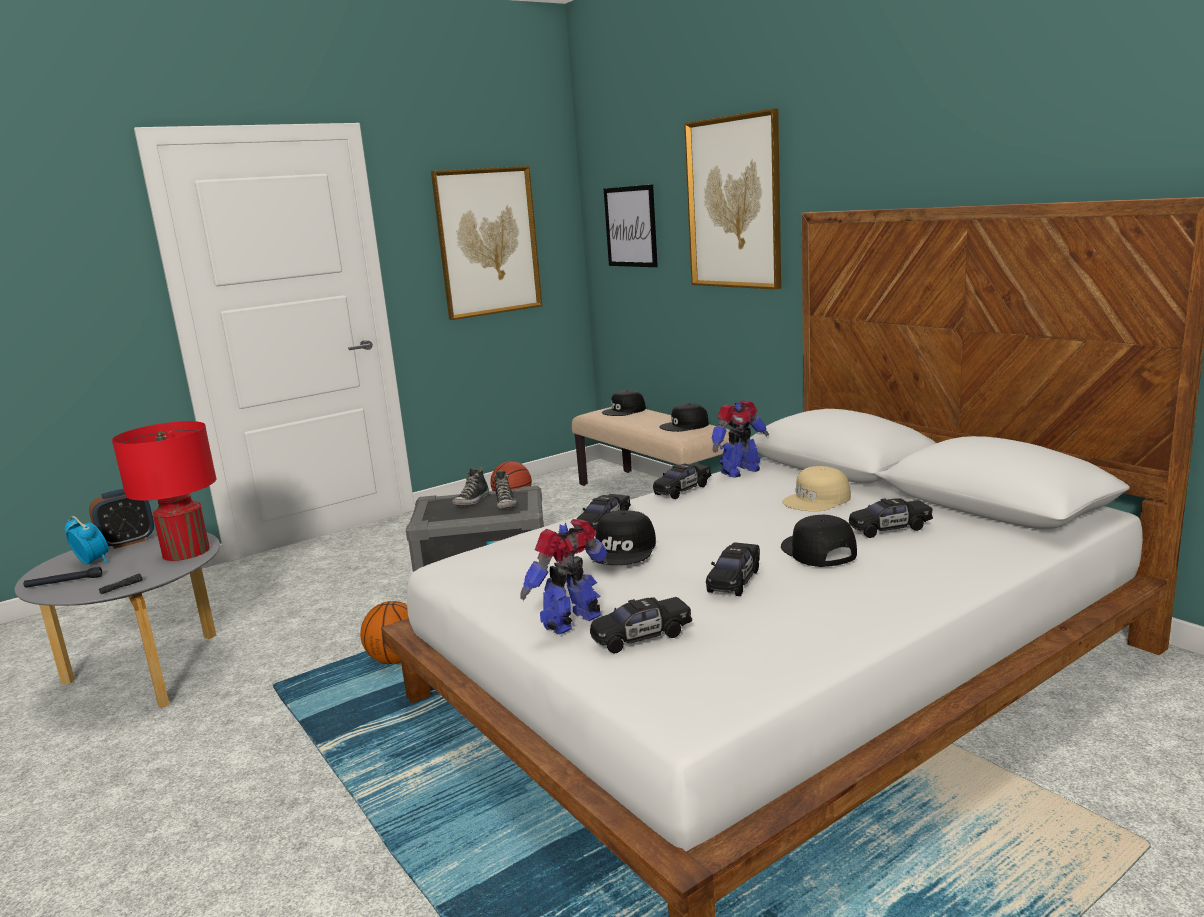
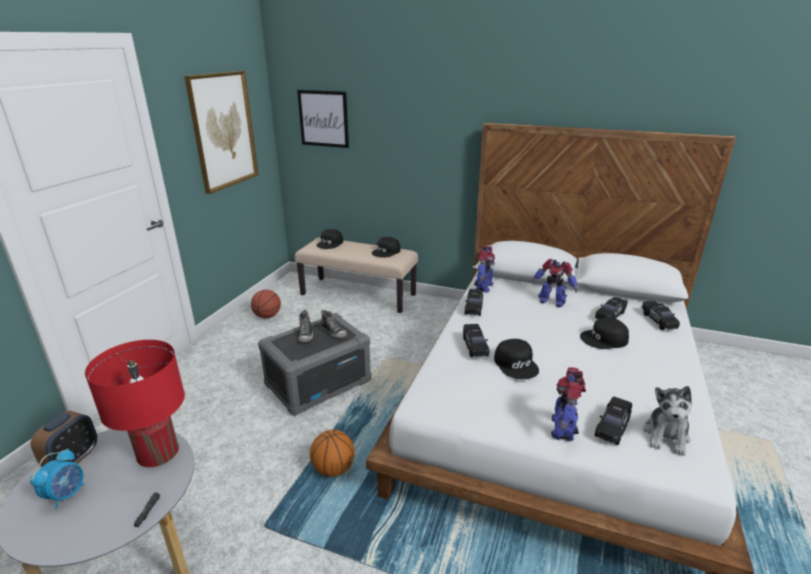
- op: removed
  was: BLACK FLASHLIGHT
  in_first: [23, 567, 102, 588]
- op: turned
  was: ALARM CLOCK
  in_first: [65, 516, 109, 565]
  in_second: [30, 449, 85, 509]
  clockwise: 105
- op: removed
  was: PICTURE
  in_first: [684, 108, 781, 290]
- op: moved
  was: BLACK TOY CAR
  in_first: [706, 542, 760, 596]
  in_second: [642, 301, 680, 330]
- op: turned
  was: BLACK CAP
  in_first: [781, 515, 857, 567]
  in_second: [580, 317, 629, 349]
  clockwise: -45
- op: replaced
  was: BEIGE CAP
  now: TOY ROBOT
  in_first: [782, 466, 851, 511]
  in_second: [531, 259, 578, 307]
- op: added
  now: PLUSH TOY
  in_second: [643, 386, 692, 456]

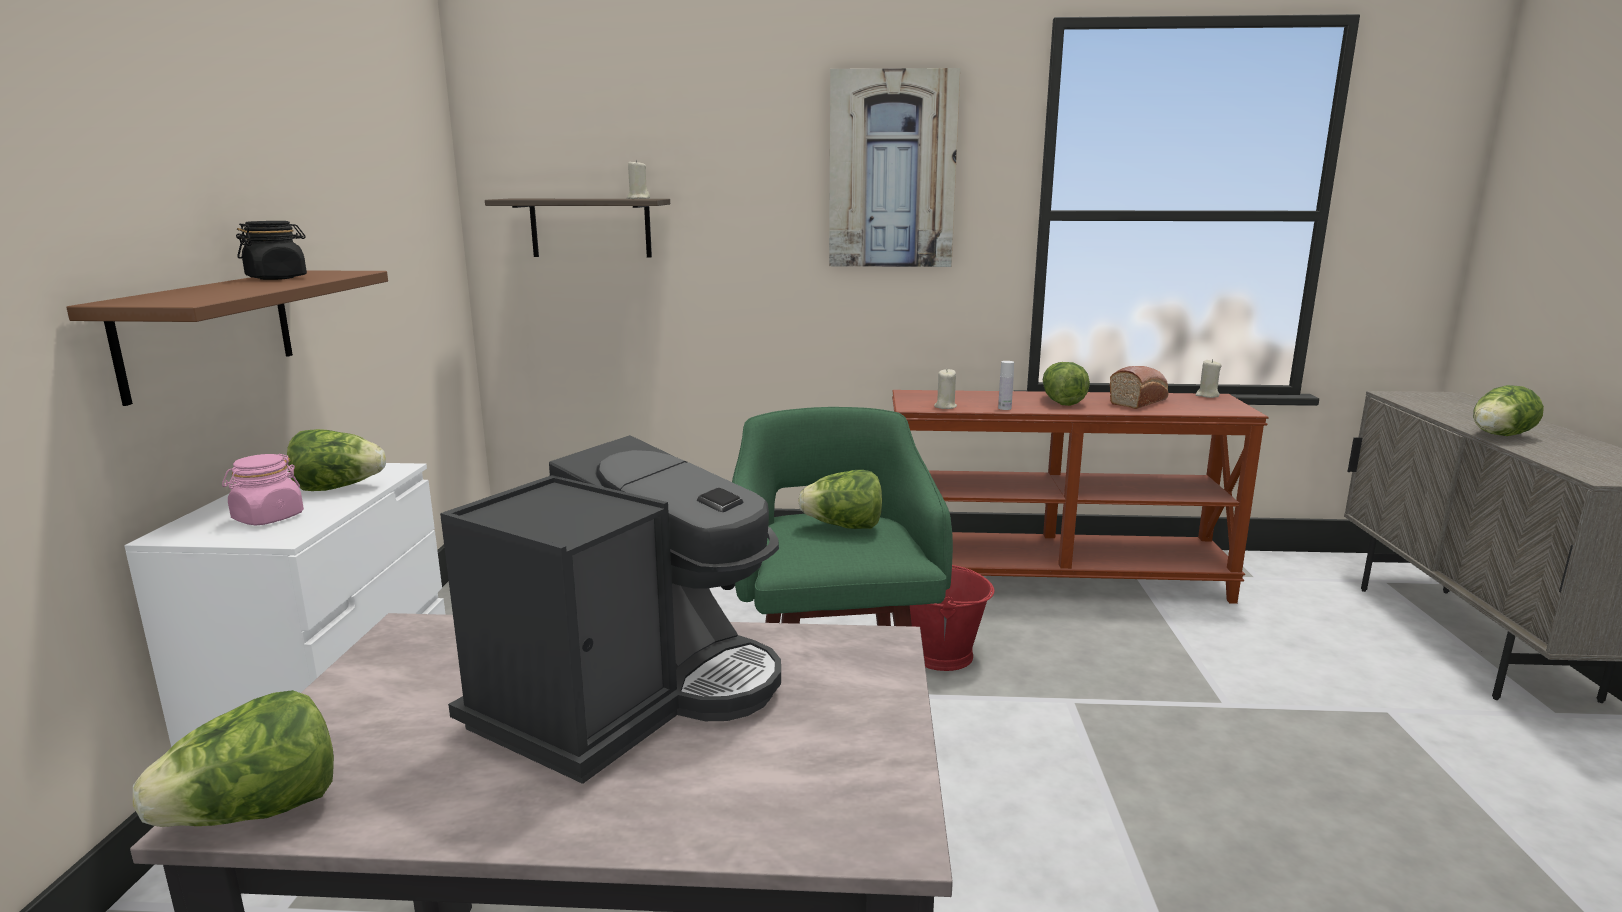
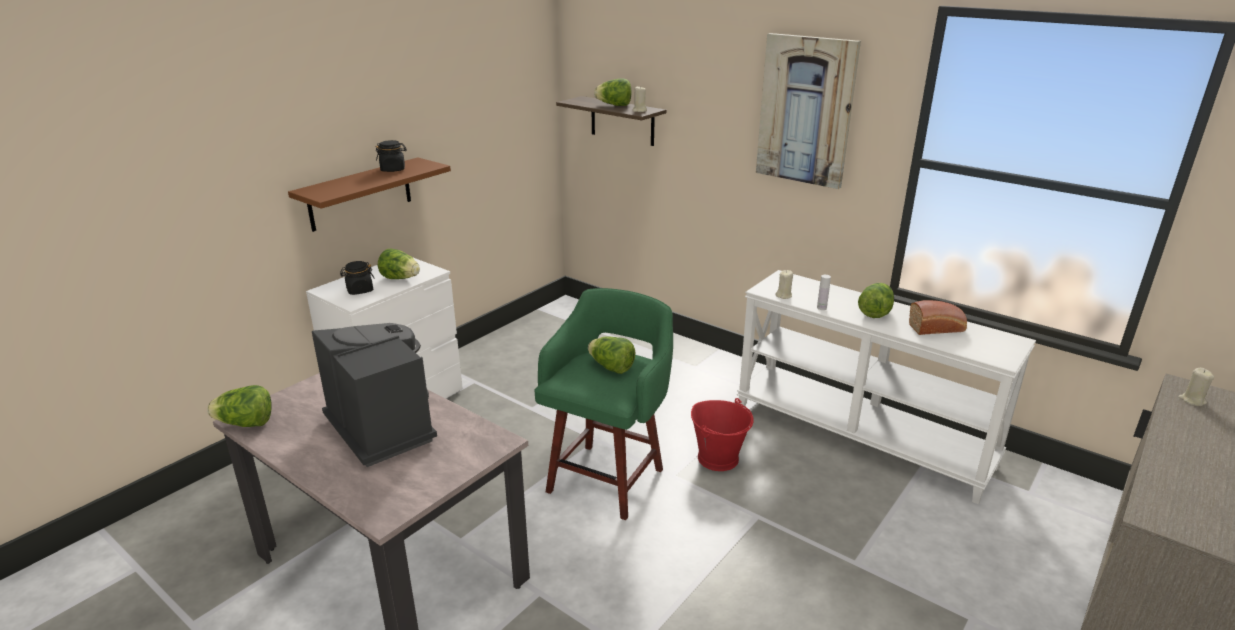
- op: recoloured
  was: PINK JAR
  now: BLACK JAR
  in_first: [222, 454, 304, 526]
  in_second: [340, 261, 375, 295]
- op: turned
  was: COFFEE MACHINE
  in_first: [440, 435, 781, 784]
  in_second: [312, 323, 437, 467]
  clockwise: -105
- op: recoloured
  was: BROWN CONSOLE TABLE
  now: WHITE CONSOLE TABLE
  in_first: [892, 390, 1269, 604]
  in_second: [737, 270, 1036, 504]
- op: moved
  was: BEIGE CANDLE
  in_first: [1195, 359, 1222, 398]
  in_second: [1178, 368, 1215, 406]
- op: moved
  was: LETTUCE
  in_first: [1473, 385, 1544, 436]
  in_second: [594, 79, 632, 106]

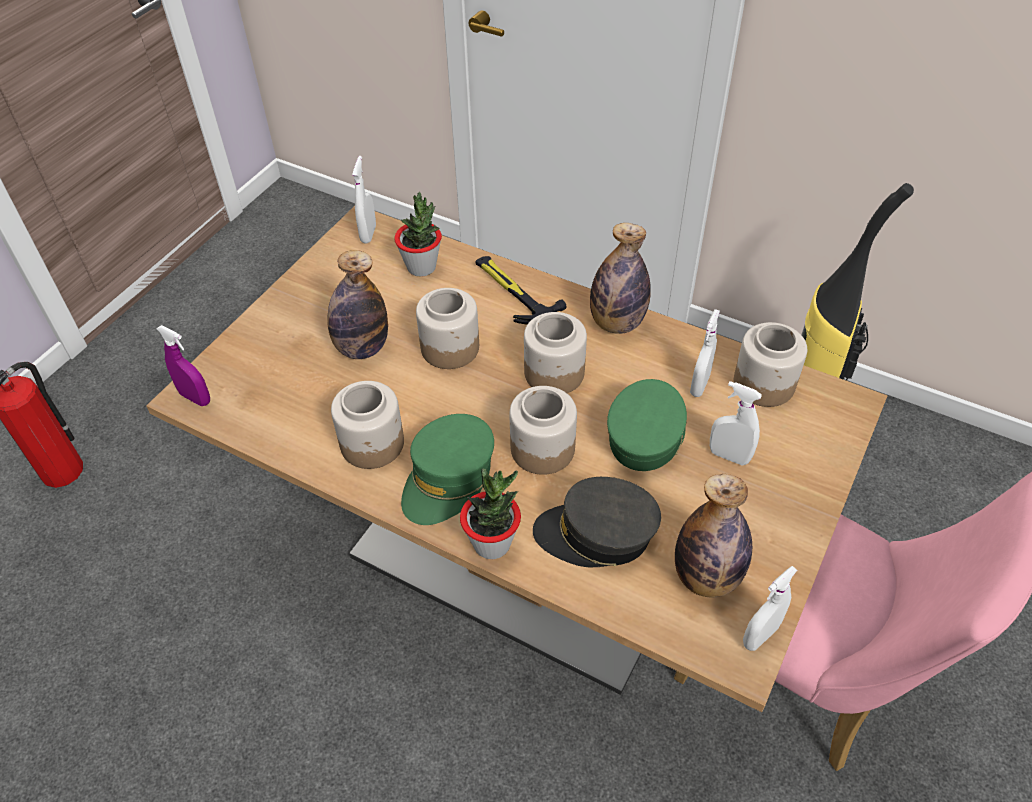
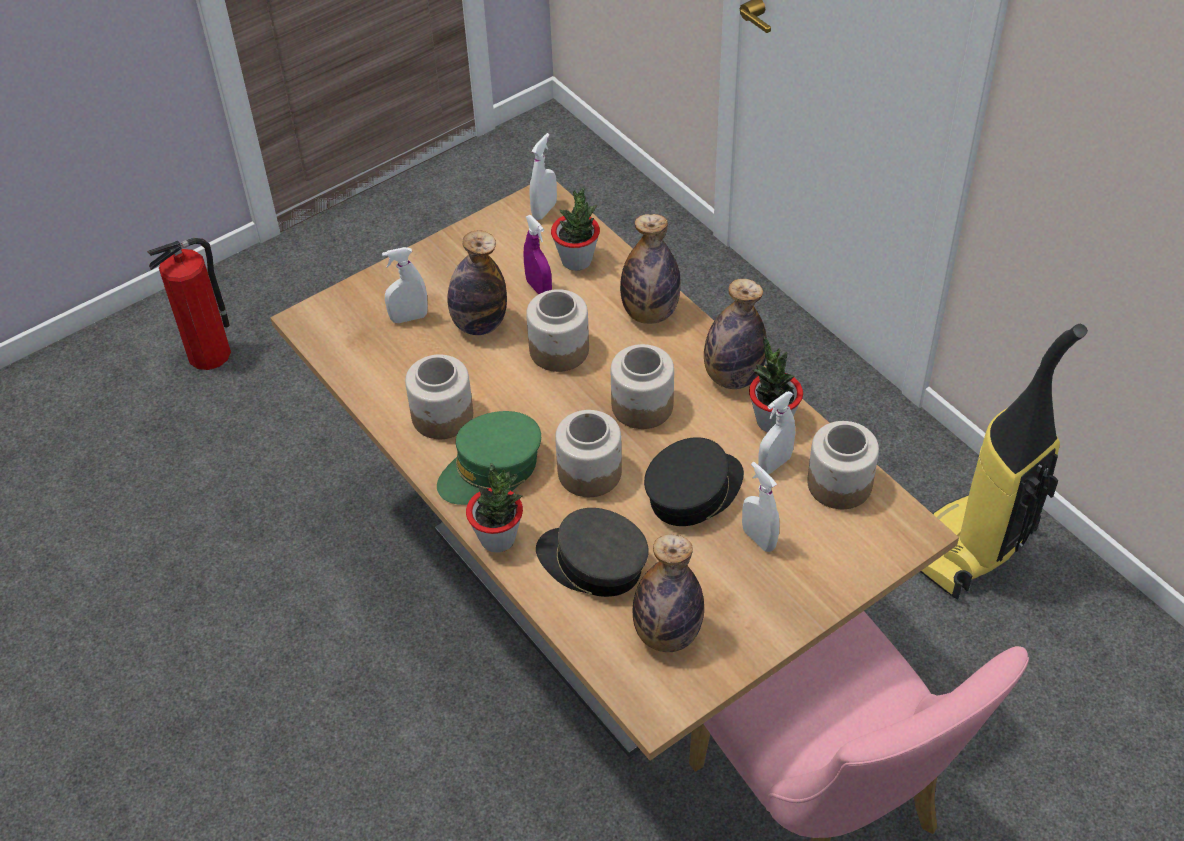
- op: moved
  was: PURPLE SPRAY BOTTLE
  in_first: [157, 325, 210, 406]
  in_second: [523, 215, 552, 295]
- op: replaced
  was: HAMMER
  now: BOTTLE
  in_first: [476, 256, 567, 325]
  in_second: [620, 214, 681, 324]
- op: recoloured
  was: GREEN CAP
  now: BLACK CAP
  in_first: [607, 379, 687, 471]
  in_second: [644, 437, 744, 526]
- op: moved
  was: WHITE SPRAY BOTTLE
  in_first: [743, 566, 797, 651]
  in_second: [382, 247, 428, 323]
- op: added
  now: POTTED PLANT
  in_second: [749, 336, 803, 433]

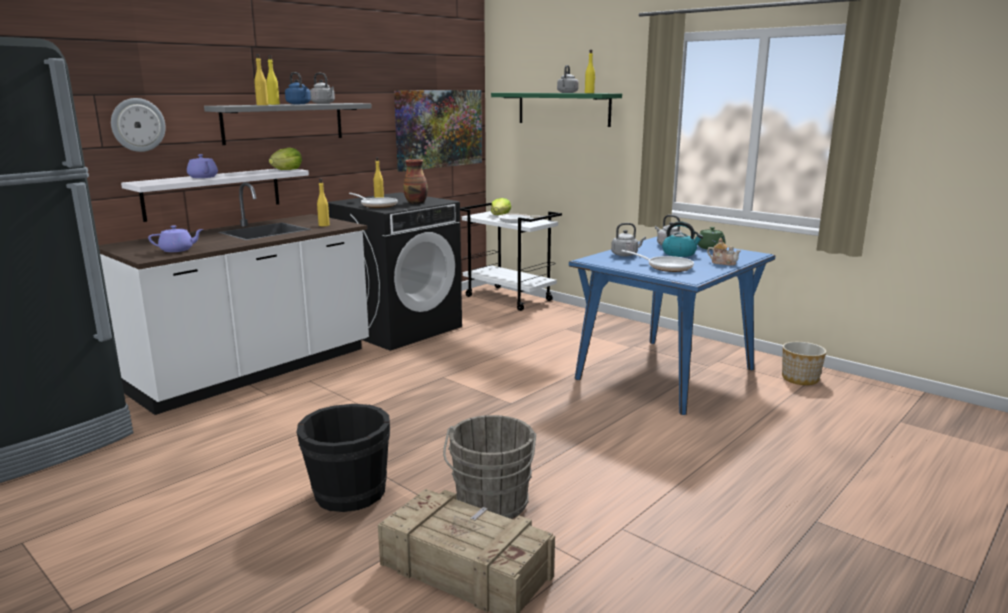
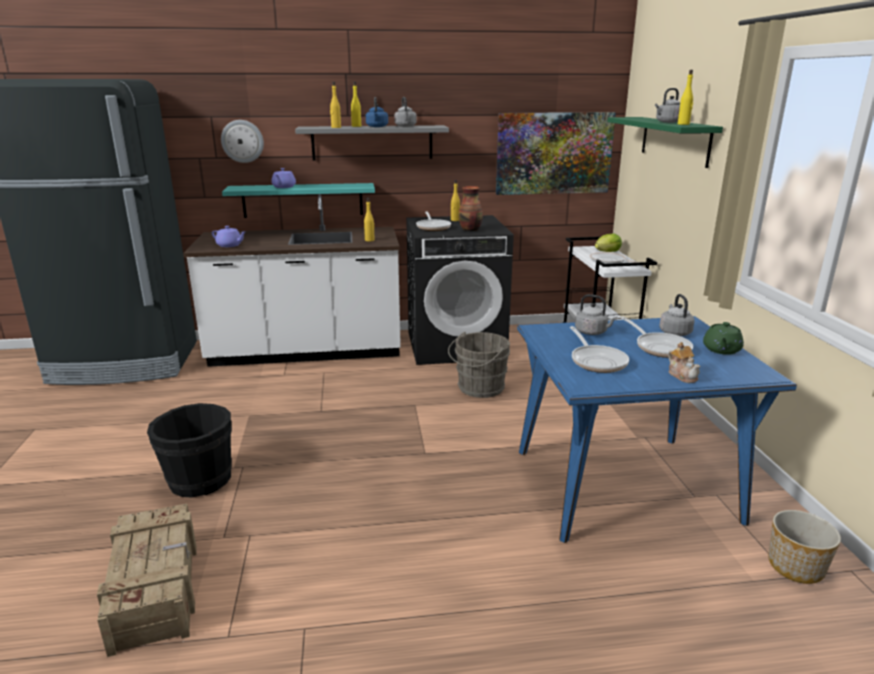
- op: recoloured
  was: WHITE SHELF
  now: TURQUOISE SHELF
  in_first: [121, 169, 309, 222]
  in_second: [222, 183, 375, 218]
- op: removed
  was: LETTUCE
  in_first: [269, 148, 302, 170]
- op: moved
  was: GREY BUCKET
  in_first: [443, 415, 536, 519]
  in_second: [448, 332, 510, 398]
- op: replaced
  was: KETTLE
  now: FRYING PAN
  in_first: [662, 221, 703, 257]
  in_second: [620, 316, 693, 358]

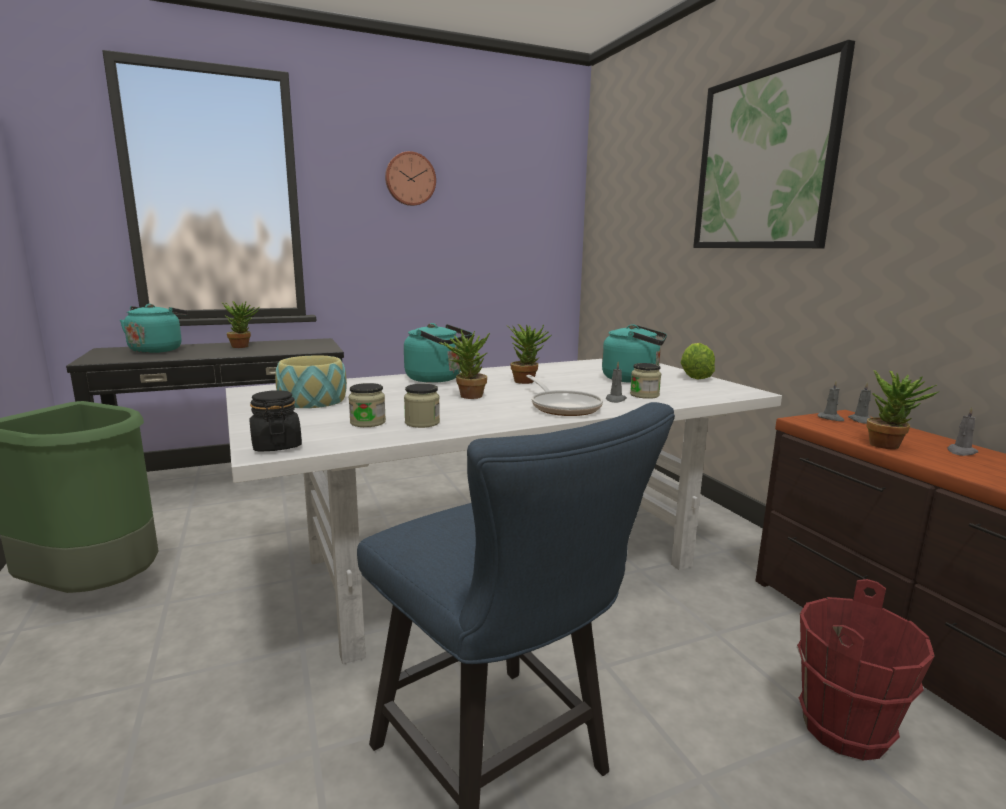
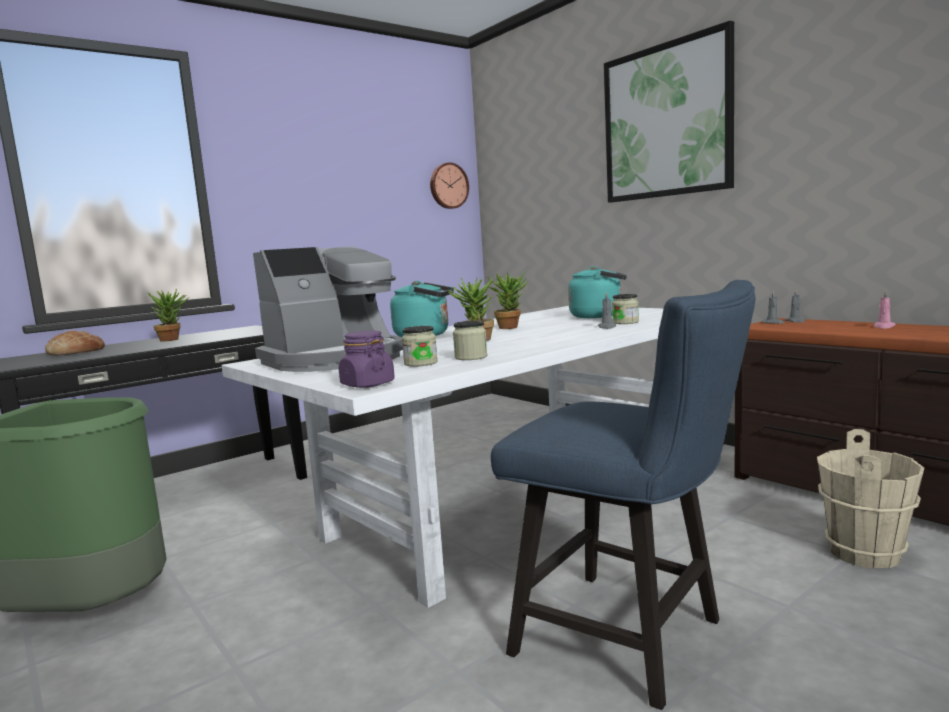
- op: replaced
  was: TURQUOISE KETTLE
  now: BREAD
  in_first: [120, 304, 188, 353]
  in_second: [45, 331, 105, 355]
- op: recoloured
  was: BLACK JAR
  now: PURPLE JAR
  in_first: [250, 390, 302, 452]
  in_second: [339, 331, 395, 388]
- op: replaced
  was: BOWL
  now: COFFEE MACHINE
  in_first: [275, 355, 347, 408]
  in_second: [253, 246, 403, 372]
- op: moved
  was: WALL CLOCK
  in_first: [385, 151, 436, 206]
  in_second: [430, 163, 469, 209]
- op: removed
  was: FRYING PAN
  in_first: [526, 375, 603, 416]
- op: removed
  was: LETTUCE
  in_first: [680, 343, 715, 379]
- op: recoloured
  was: RED BUCKET
  now: BEIGE BUCKET
  in_first: [797, 579, 935, 761]
  in_second: [817, 429, 924, 569]
- op: removed
  was: POTTED PLANT
  in_first: [866, 370, 939, 449]
- op: recoloured
  was: GREY CANDLE
  now: PINK CANDLE
  in_first: [947, 407, 978, 456]
  in_second: [874, 290, 896, 329]

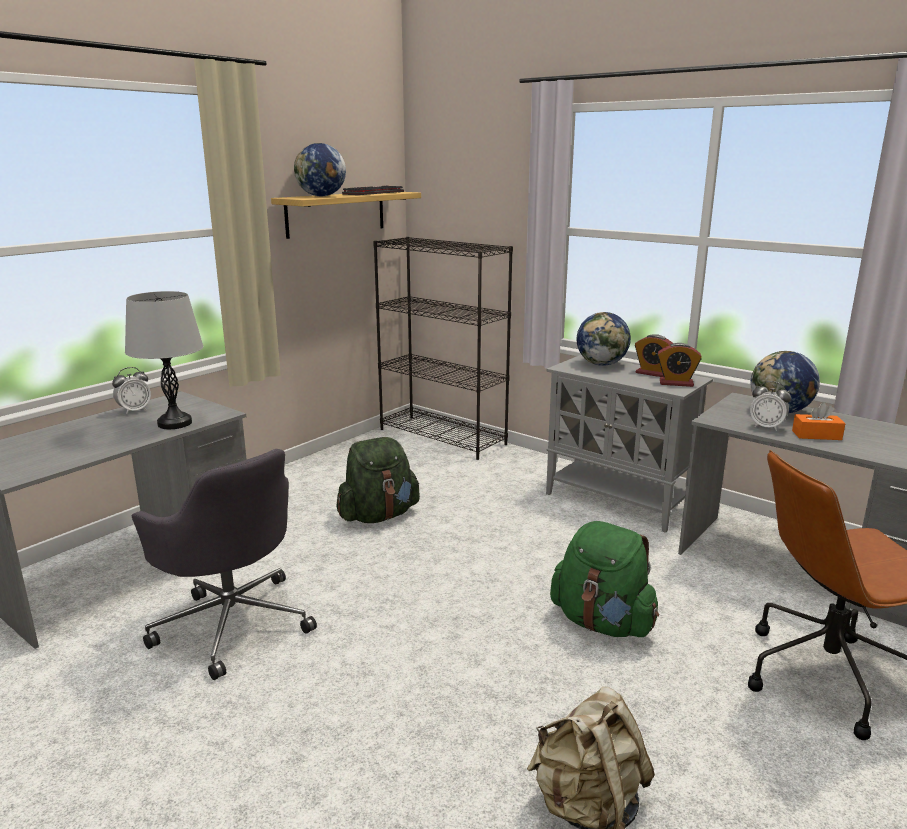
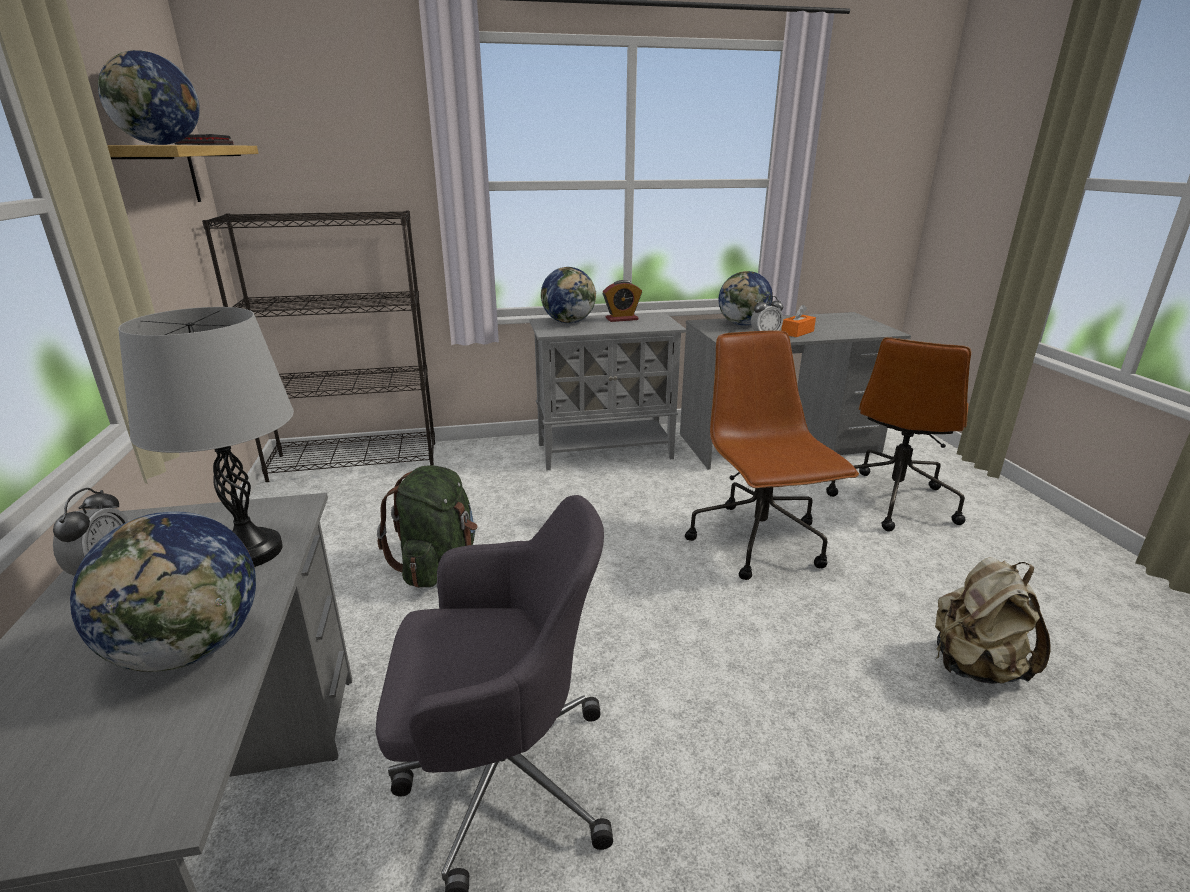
- op: replaced
  was: GREEN BACKPACK
  now: BROWN OFFICE CHAIR
  in_first: [550, 521, 659, 637]
  in_second: [685, 331, 859, 580]
- op: removed
  was: ALARM CLOCK
  in_first: [657, 343, 702, 387]
- op: added
  now: GLOBE
  in_second: [70, 511, 256, 672]

